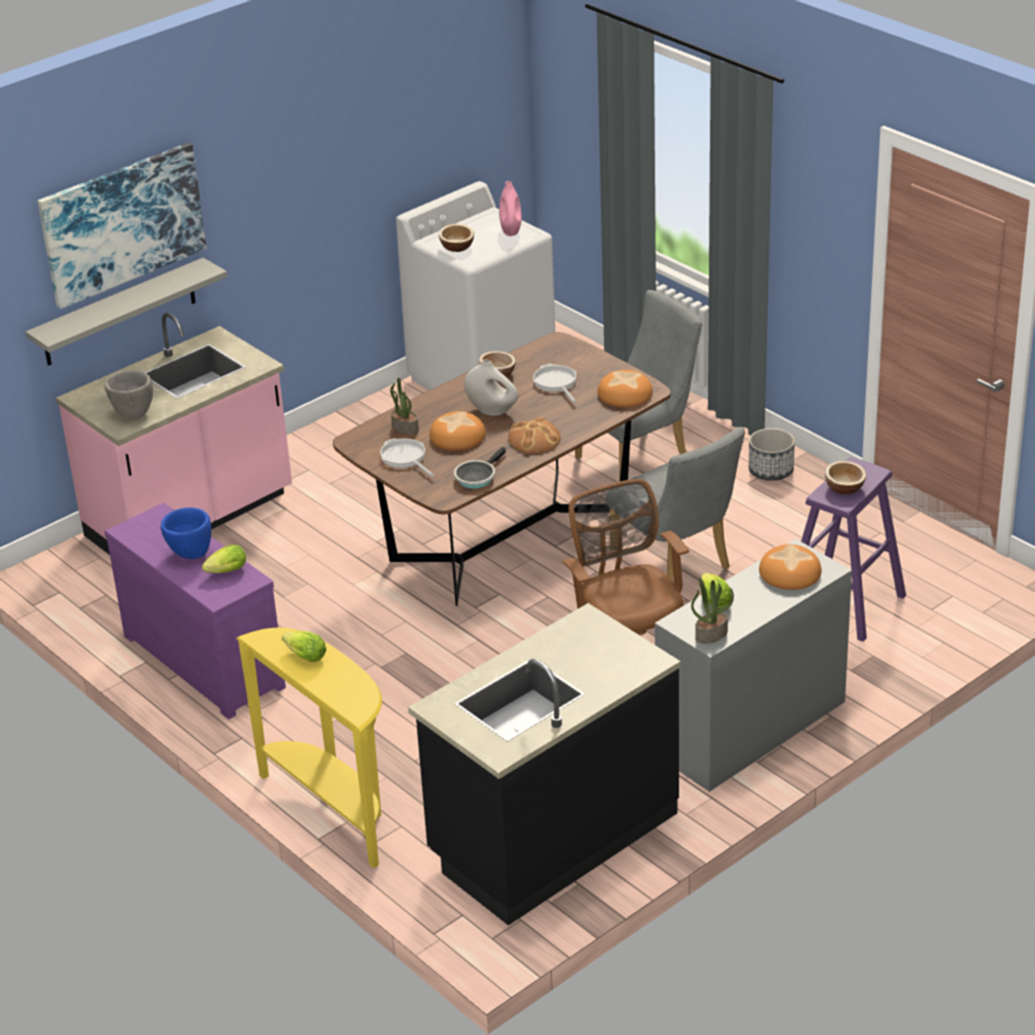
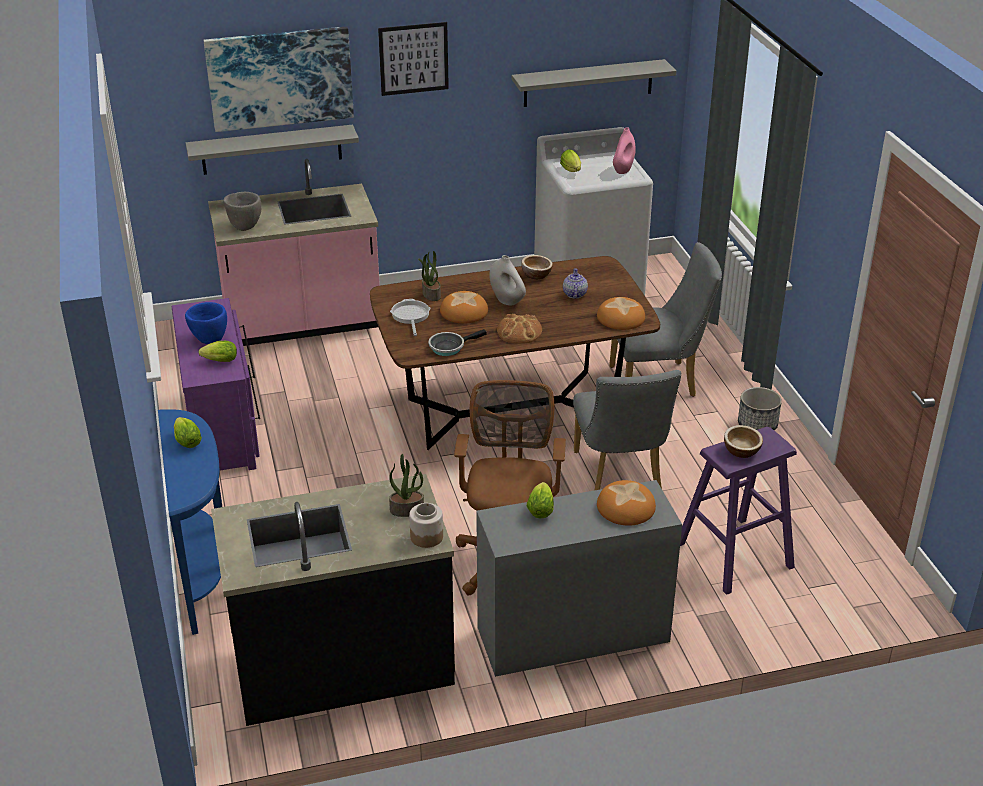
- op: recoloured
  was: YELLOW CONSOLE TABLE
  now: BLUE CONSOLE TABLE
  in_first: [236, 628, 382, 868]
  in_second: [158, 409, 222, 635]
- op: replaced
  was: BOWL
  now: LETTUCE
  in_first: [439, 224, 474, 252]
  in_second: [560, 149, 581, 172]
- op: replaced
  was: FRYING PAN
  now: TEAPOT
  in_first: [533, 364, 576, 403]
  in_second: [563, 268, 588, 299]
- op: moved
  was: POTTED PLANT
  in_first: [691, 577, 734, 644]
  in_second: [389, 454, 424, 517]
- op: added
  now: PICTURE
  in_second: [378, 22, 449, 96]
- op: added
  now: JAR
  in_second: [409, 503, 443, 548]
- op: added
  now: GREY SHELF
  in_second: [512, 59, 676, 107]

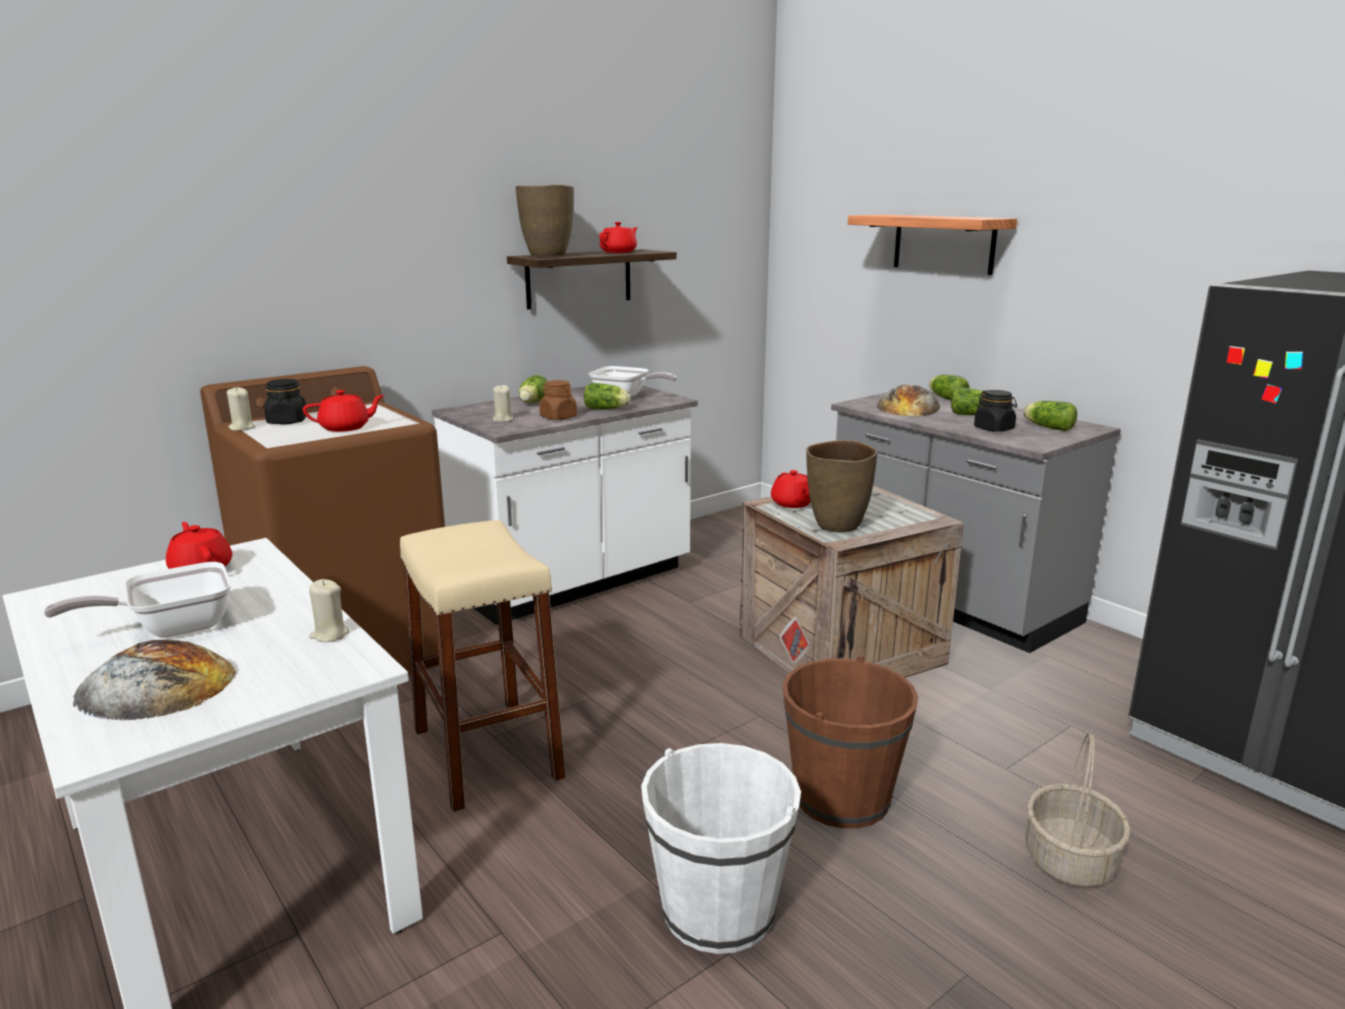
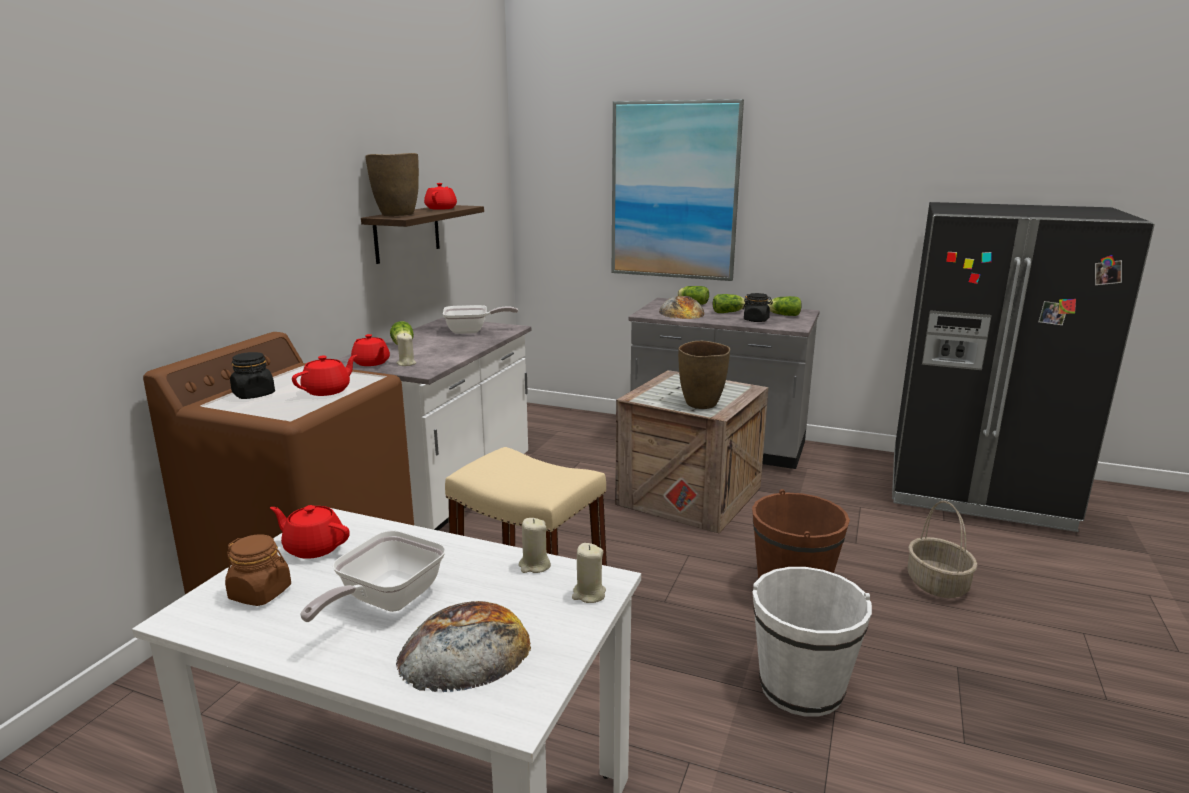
- op: moved
  was: BEIGE CANDLE
  in_first: [227, 387, 255, 431]
  in_second: [572, 543, 606, 603]
- op: moved
  was: BROWN JAR
  in_first: [539, 380, 577, 420]
  in_second: [225, 534, 291, 606]
- op: removed
  was: LETTUCE
  in_first: [584, 383, 630, 409]
- op: moved
  was: RED TEAPOT
  in_first: [771, 470, 811, 508]
  in_second: [351, 334, 390, 366]
- op: replaced
  was: SHELF
  now: PICTURE
  in_first: [848, 214, 1017, 275]
  in_second: [612, 99, 744, 281]

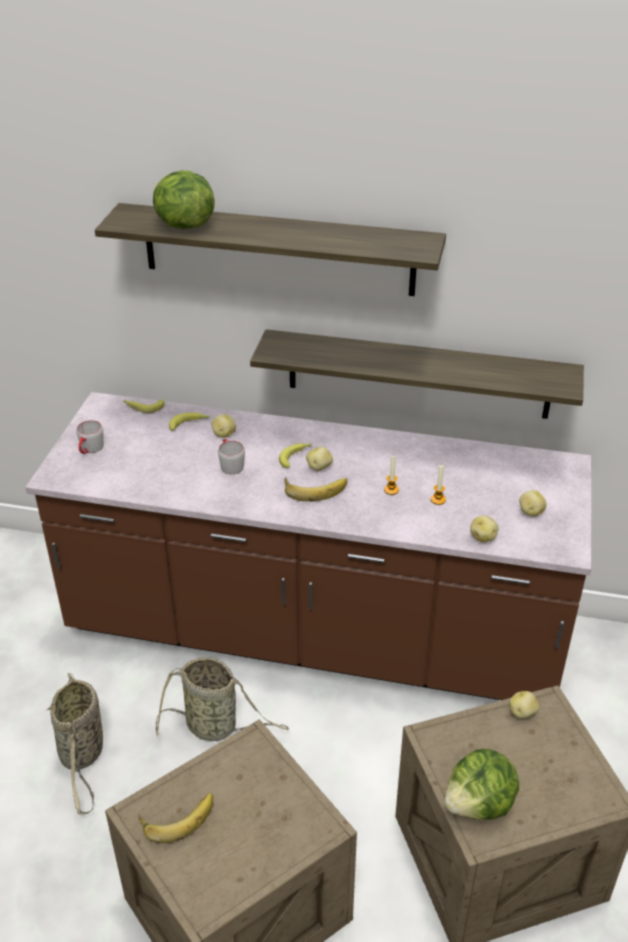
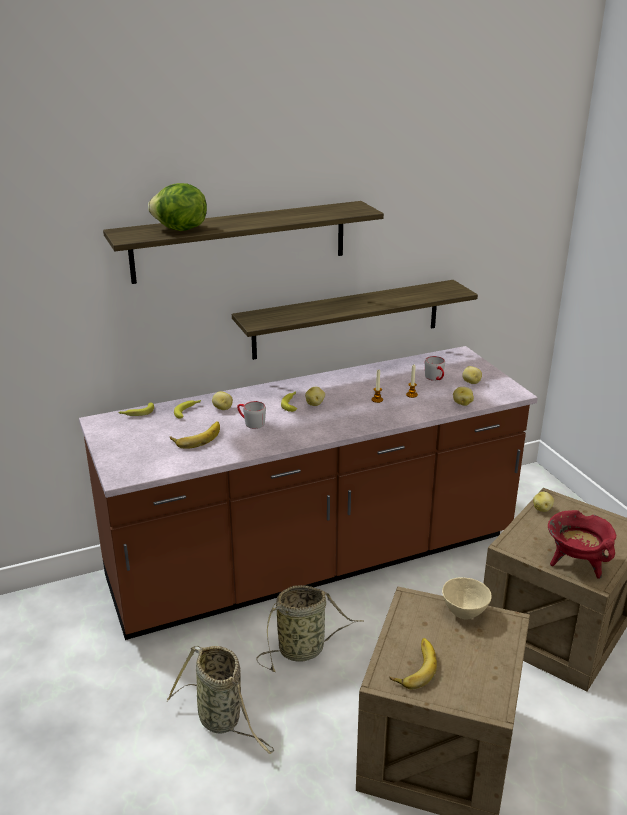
- op: moved
  was: GREY MUG
  in_first: [76, 420, 104, 454]
  in_second: [425, 356, 445, 381]
- op: moved
  was: BANANA
  in_first: [284, 477, 347, 502]
  in_second: [170, 421, 220, 448]
- op: replaced
  was: LETTUCE
  now: RED COOKING POT
  in_first: [444, 749, 519, 820]
  in_second: [548, 510, 616, 579]
- op: added
  now: BEIGE BOWL
  in_second: [442, 577, 492, 620]

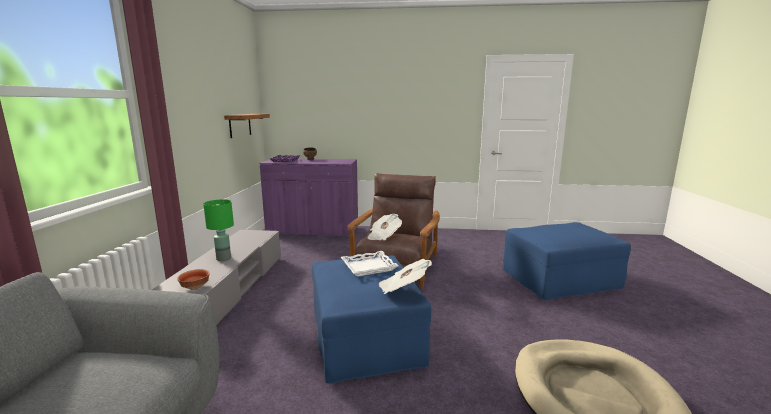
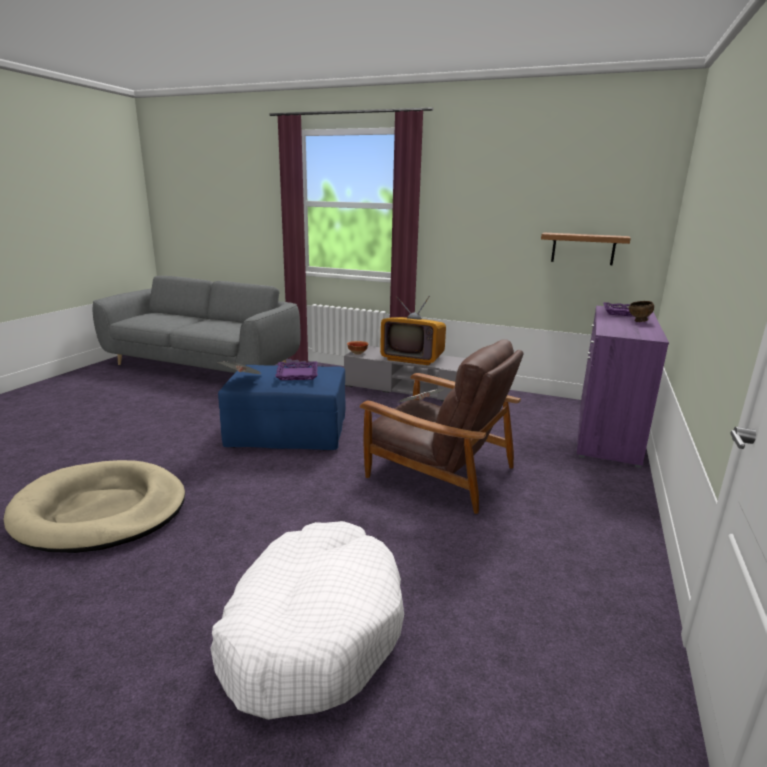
- op: replaced
  was: GREEN TABLE LAMP
  now: TELEVISION
  in_first: [203, 199, 234, 261]
  in_second: [380, 296, 446, 365]
- op: recoloured
  was: WHITE TRAY
  now: PURPLE TRAY
  in_first: [341, 251, 399, 277]
  in_second: [275, 361, 318, 380]
- op: replaced
  was: BLUE OTTOMAN
  now: WHITE DOG BED
  in_first: [503, 222, 631, 300]
  in_second: [210, 521, 404, 720]

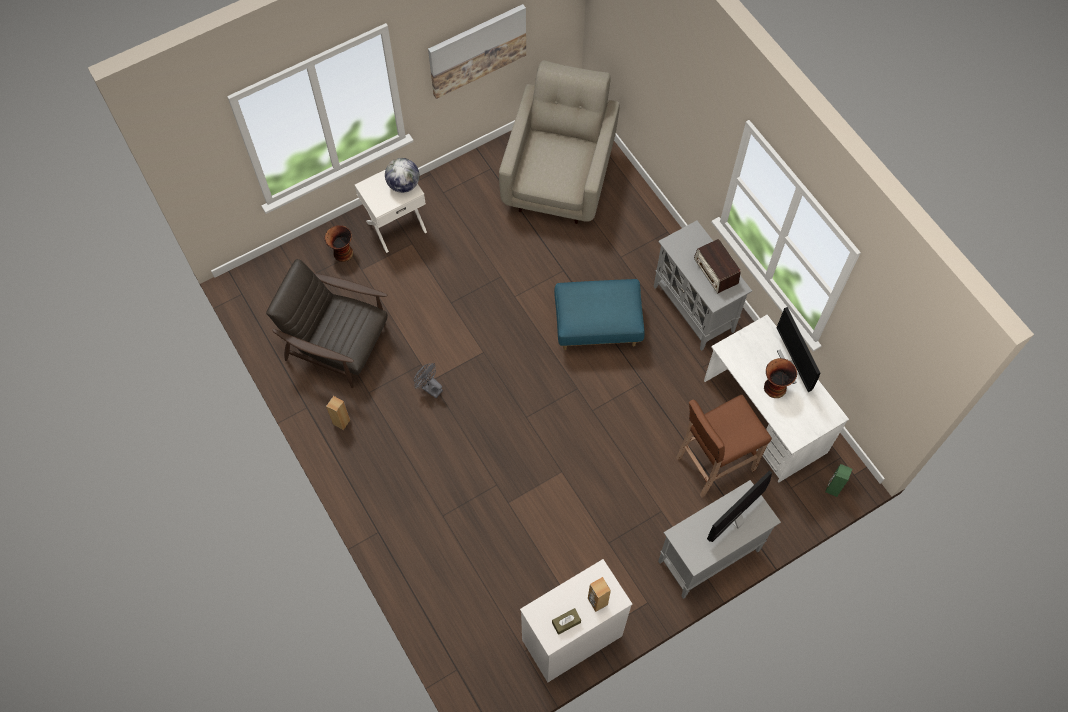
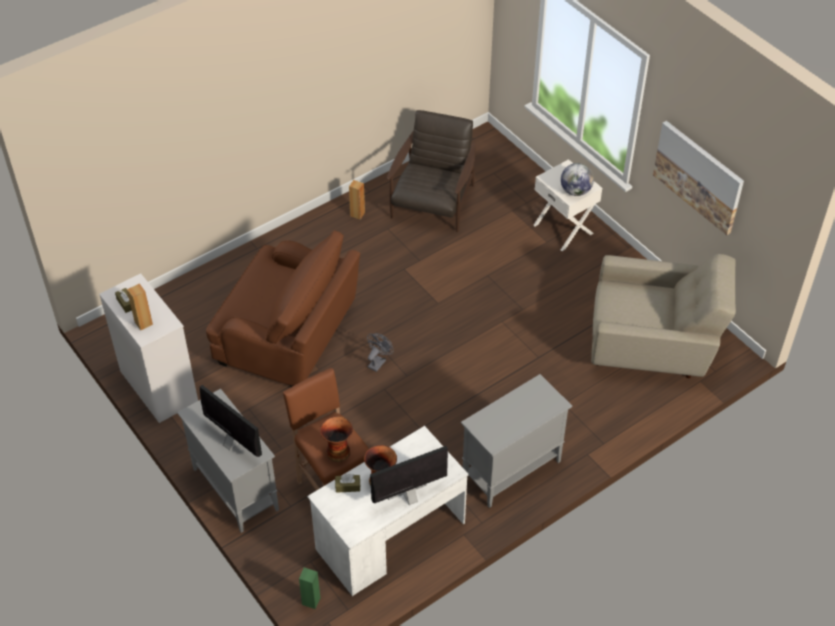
- op: moved
  was: VASE
  in_first: [325, 225, 353, 262]
  in_second: [320, 417, 353, 462]
- op: moved
  was: GREY FAN
  in_first: [414, 363, 443, 398]
  in_second: [367, 333, 394, 372]
- op: removed
  was: BLUE OTTOMAN
  in_first: [554, 279, 645, 350]
- op: removed
  was: RADIO
  in_first: [694, 239, 741, 293]
- op: added
  now: BROWN ARMCHAIR
  in_second: [206, 230, 360, 387]
- op: added
  now: BROWN TISSUE BOX
  in_second: [335, 474, 360, 493]

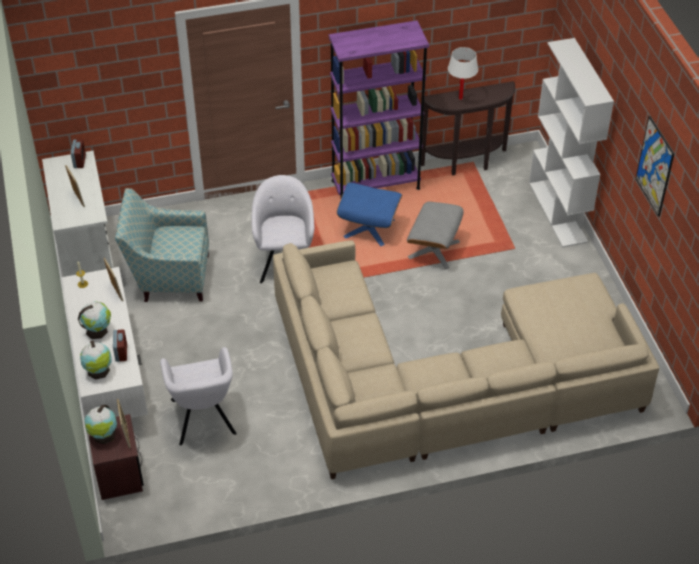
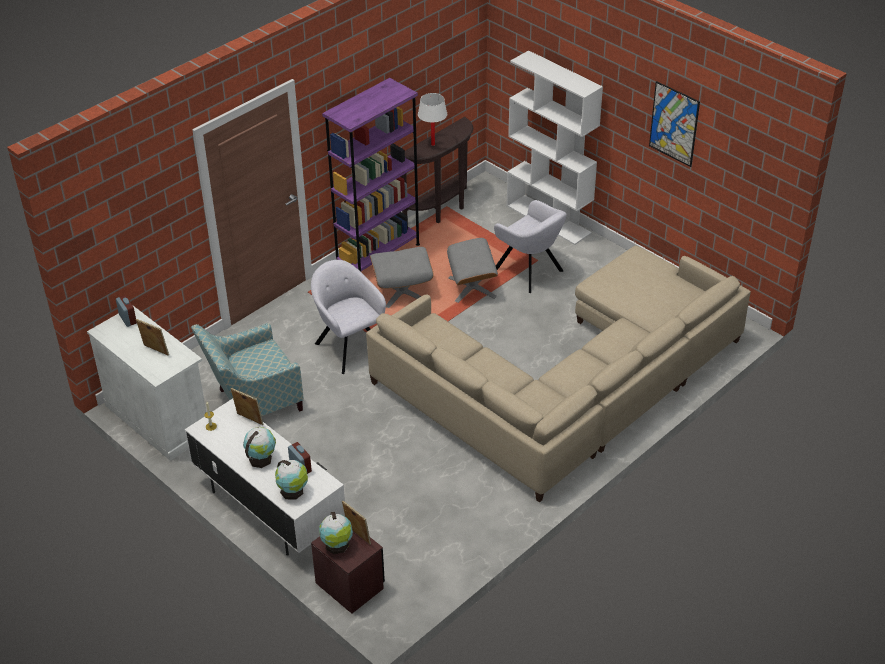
- op: moved
  was: GREY ARMCHAIR
  in_first: [160, 347, 237, 445]
  in_second: [494, 200, 567, 293]
- op: recoloured
  was: BLUE OTTOMAN
  now: GREY OTTOMAN
  in_first: [337, 183, 402, 246]
  in_second: [370, 247, 434, 308]

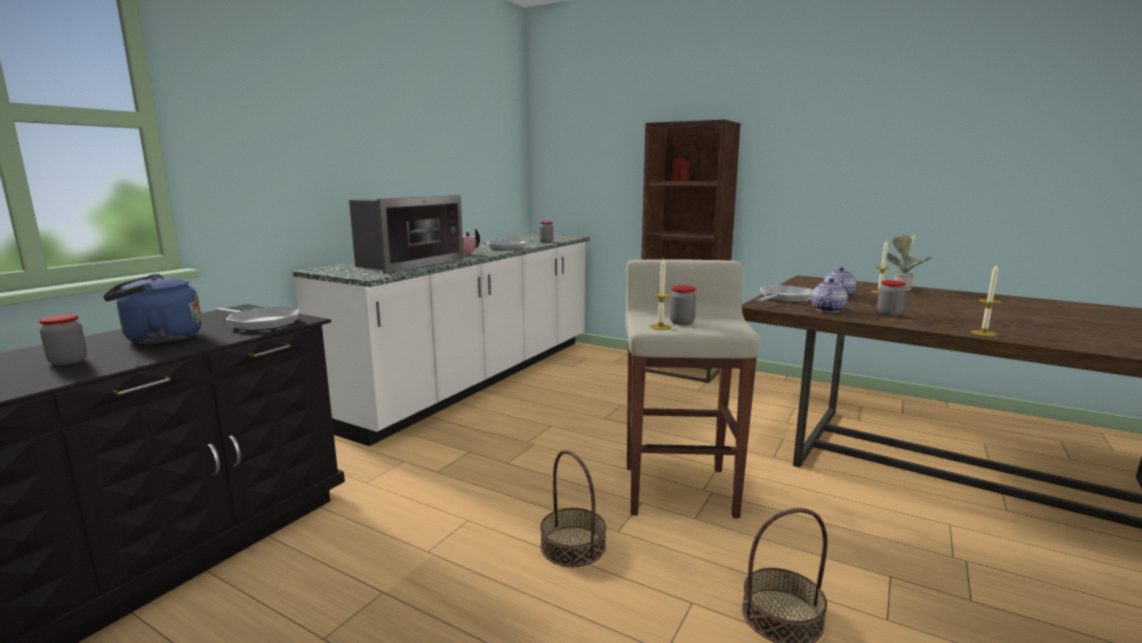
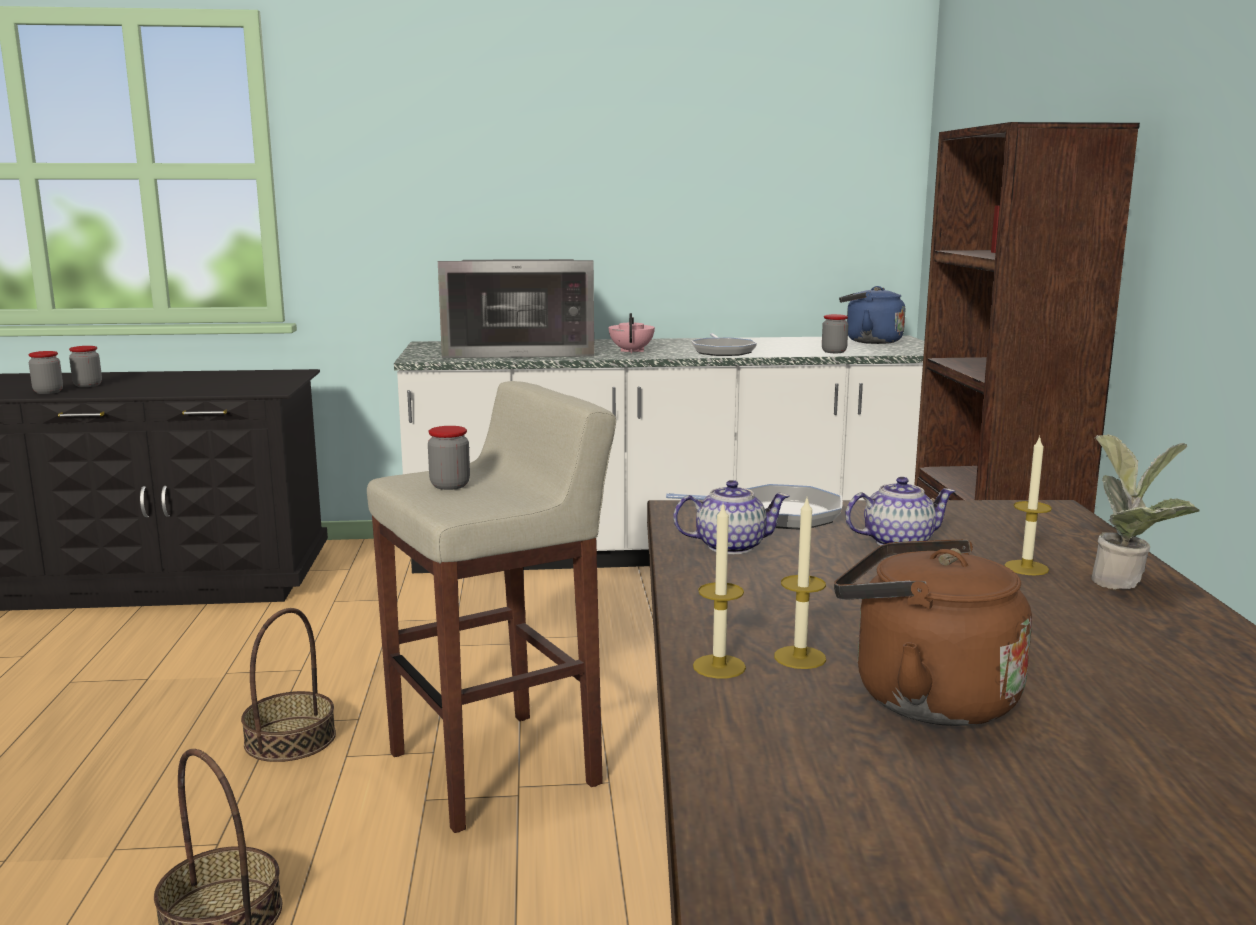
- op: moved
  was: BLUE KETTLE
  in_first: [103, 274, 202, 344]
  in_second: [839, 286, 905, 344]
- op: removed
  was: FRYING PAN
  in_first: [215, 306, 299, 331]
- op: moved
  was: CANDLE
  in_first: [650, 258, 672, 330]
  in_second: [774, 499, 826, 669]
- op: moved
  was: JAR
  in_first: [877, 280, 906, 317]
  in_second: [29, 351, 63, 394]
- op: added
  now: BROWN KETTLE
  in_second: [834, 539, 1032, 726]

